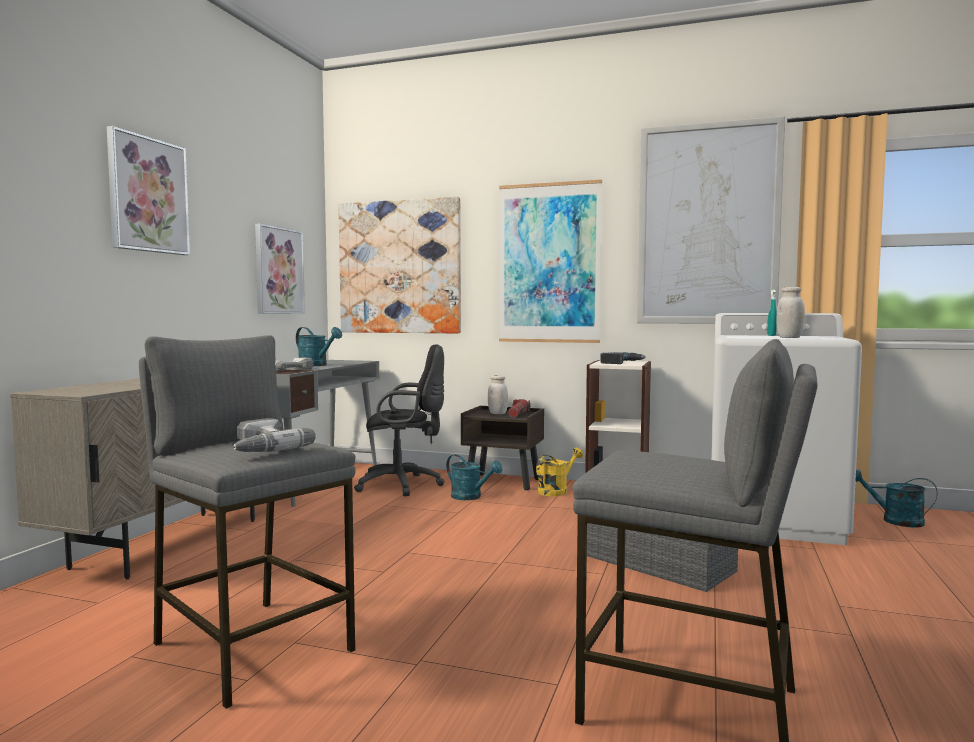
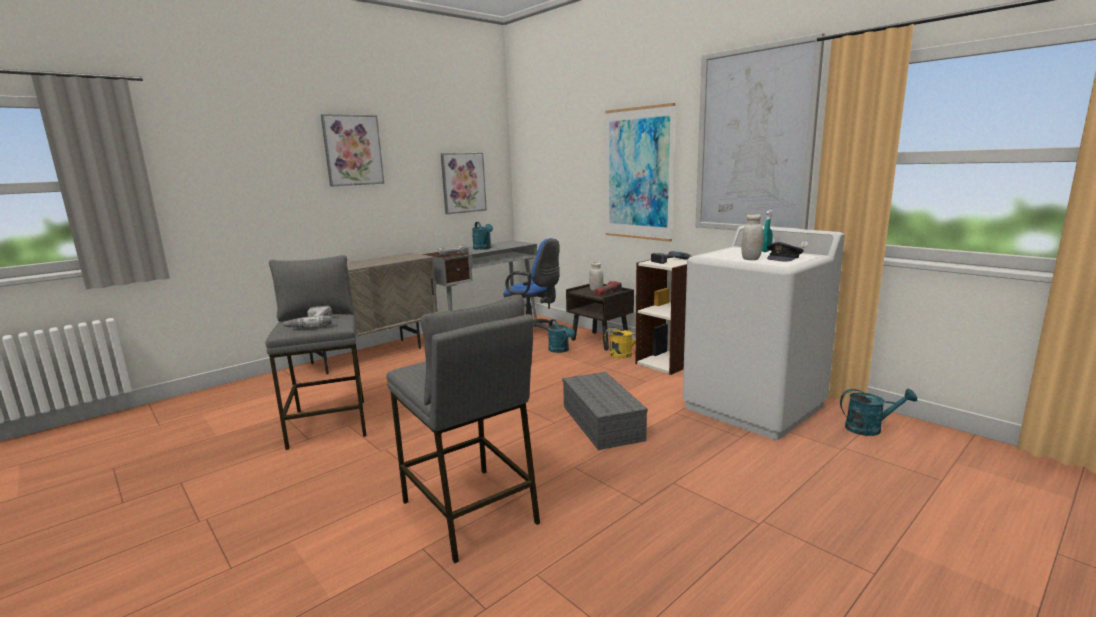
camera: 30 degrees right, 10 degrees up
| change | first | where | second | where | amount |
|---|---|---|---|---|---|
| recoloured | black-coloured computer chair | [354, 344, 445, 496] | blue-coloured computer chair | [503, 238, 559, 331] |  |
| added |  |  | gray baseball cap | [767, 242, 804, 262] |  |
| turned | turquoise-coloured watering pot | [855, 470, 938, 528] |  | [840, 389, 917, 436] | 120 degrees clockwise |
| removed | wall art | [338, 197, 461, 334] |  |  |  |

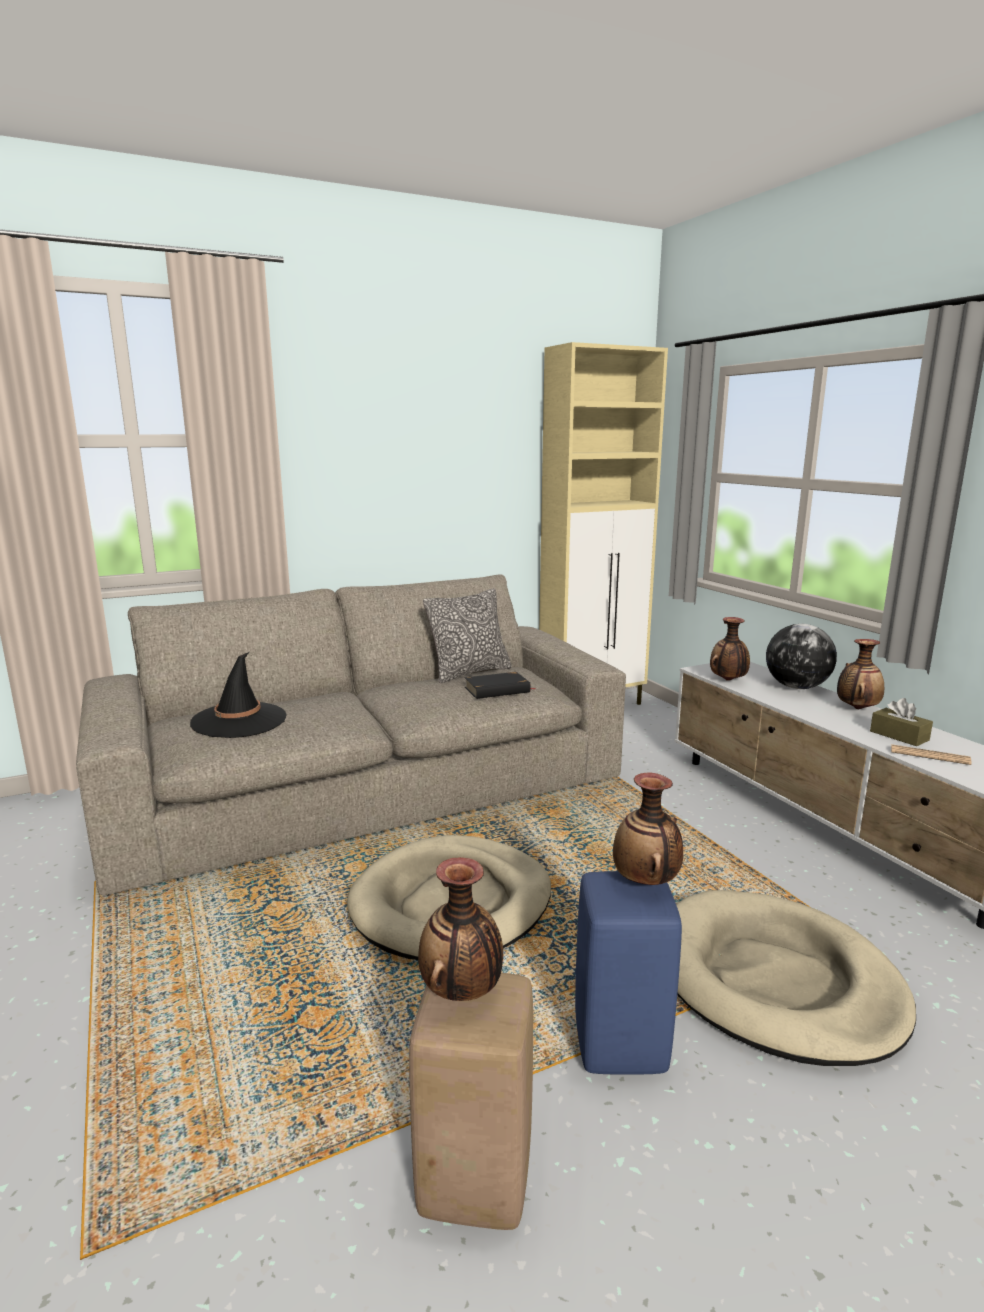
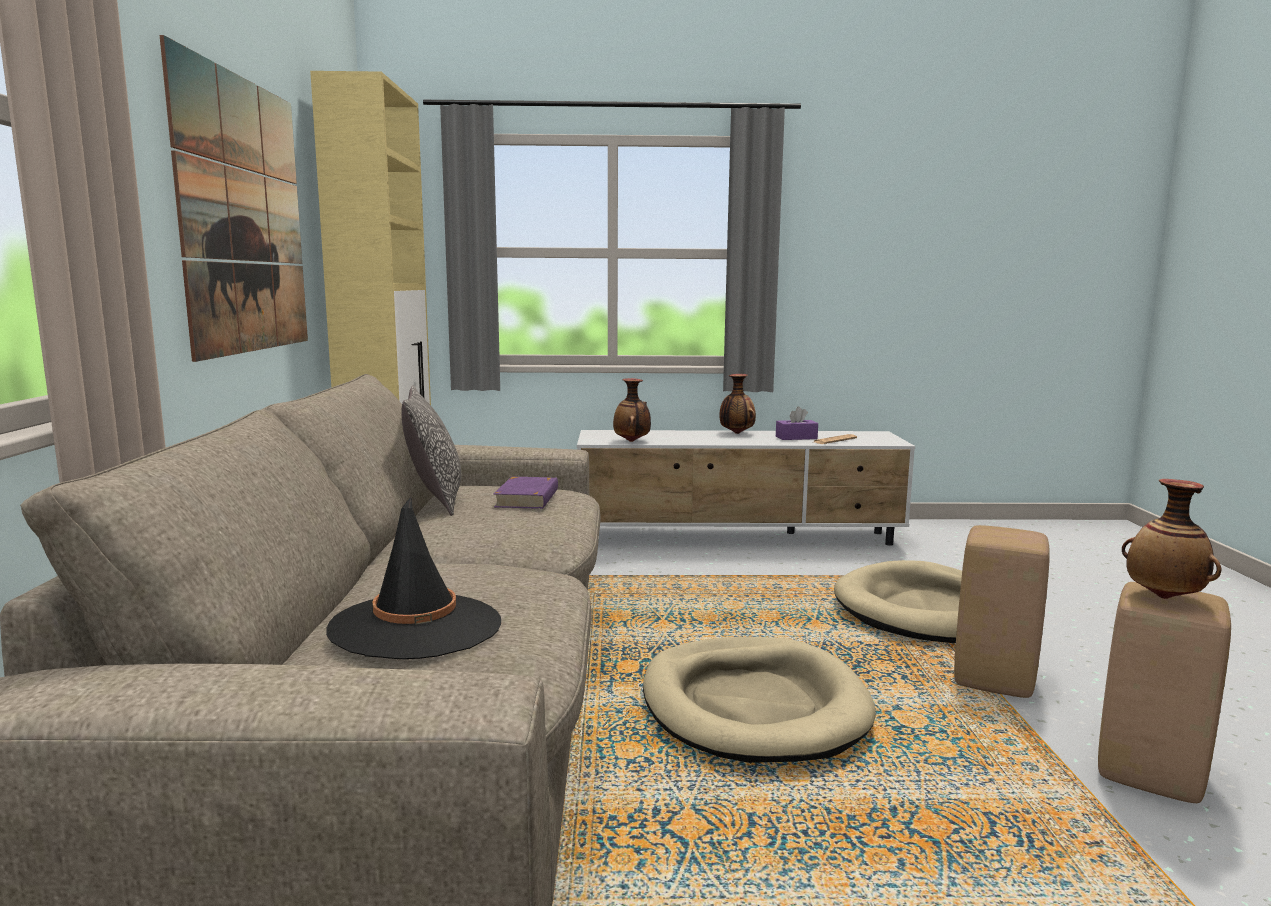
camera: 65 degrees left, 5 degrees down
| change | first | where | second | where | amount |
|---|---|---|---|---|---|
| added |  |  | wall art | [159, 35, 308, 362] |  |
| recoloured | black-coloured bound book | [465, 672, 536, 699] | purple bound book | [494, 477, 558, 509] |  |
| recoloured | brown box of tissues | [870, 698, 933, 746] | purple box of tissues | [776, 406, 818, 440] |  |
| recoloured | blue-coloured sitting stool | [575, 871, 682, 1075] | beige-coloured sitting stool | [954, 525, 1050, 698] |  |
| removed | vase | [613, 773, 683, 885] |  |  |  |
| removed | globe | [766, 624, 837, 689] |  |  |  |

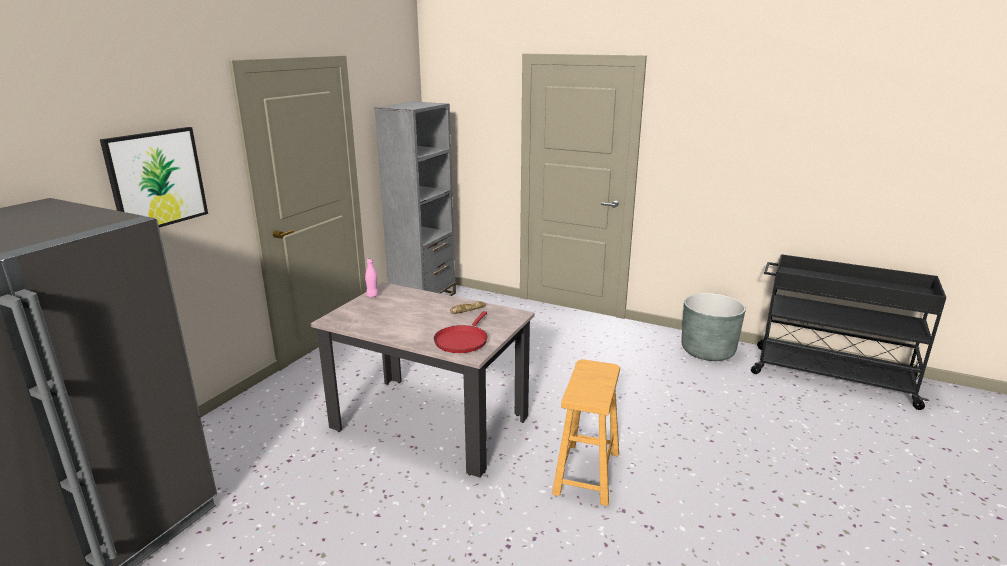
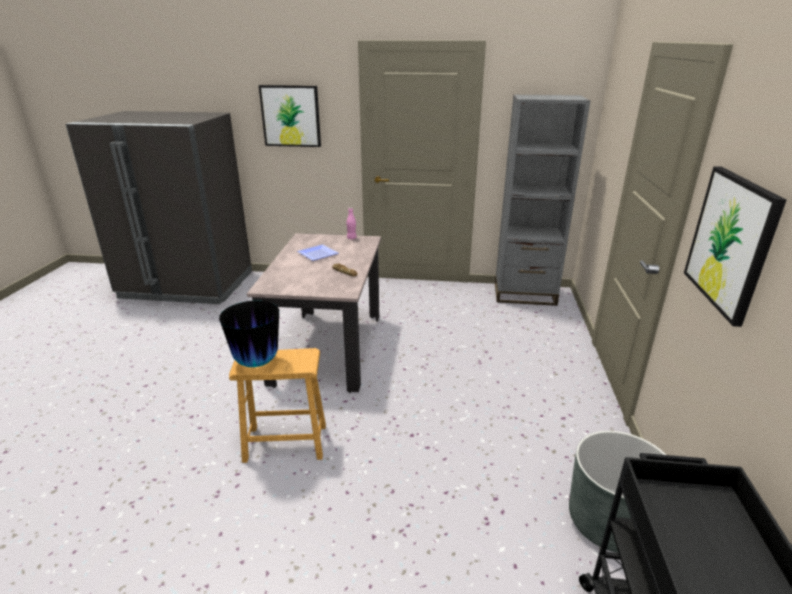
camera: 70 degrees right, 5 degrees up
| change | first | where | second | where | amount |
|---|---|---|---|---|---|
| added |  |  | vase | [219, 301, 279, 367] |  |
| added |  |  | dinner plate | [297, 244, 339, 261] |  |
| added |  |  | wall art | [684, 166, 787, 327] |  |
| removed | red skillet | [434, 311, 487, 353] |  |  |  |

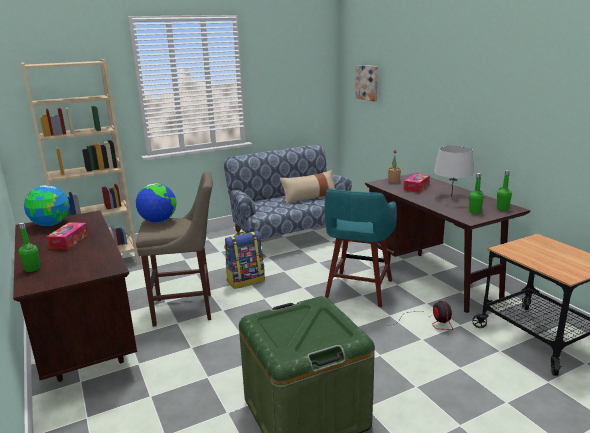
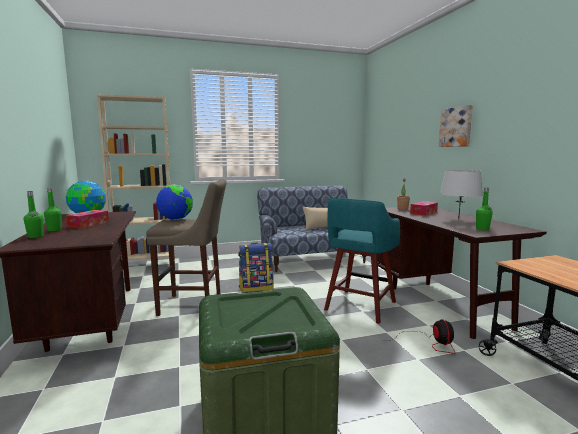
camera: 10 degrees right, 10 degrees down
| change | first | where | second | where | amount |
|---|---|---|---|---|---|
| moved | green-coloured drink bottle | [497, 170, 512, 211] |  | [44, 188, 62, 231] |  |
| moved | wall art | [355, 65, 378, 101] |  | [439, 105, 473, 147] |  |

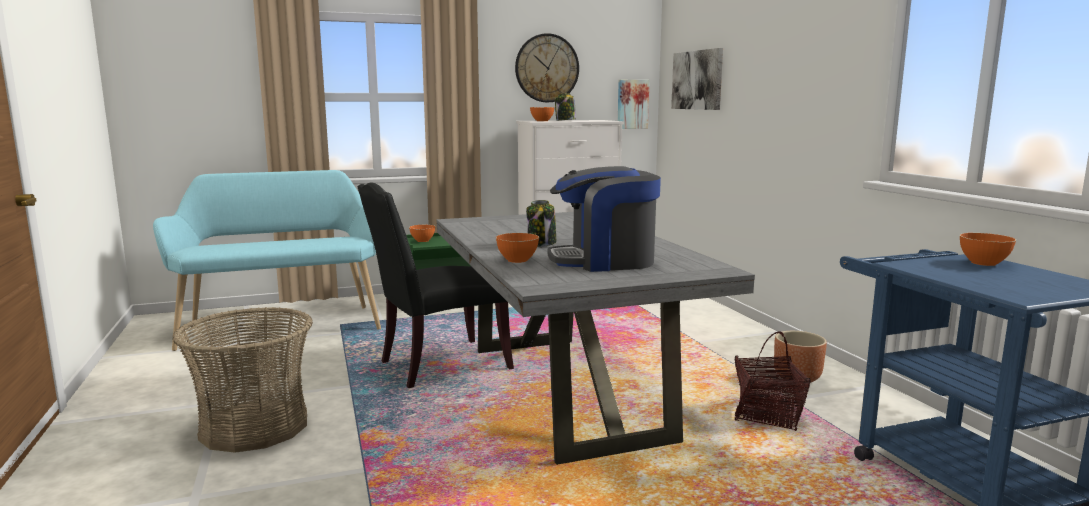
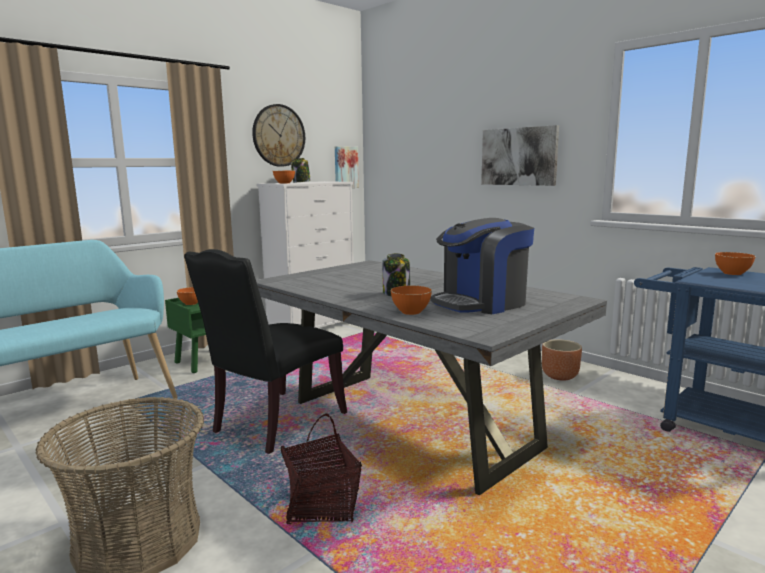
camera: 25 degrees left, 0 degrees up
| change | first | where | second | where | amount |
|---|---|---|---|---|---|
| moved | basket | [735, 331, 811, 431] |  | [281, 414, 362, 525] |  |
| moved | wall art | [671, 48, 723, 110] |  | [481, 125, 559, 186] |  |

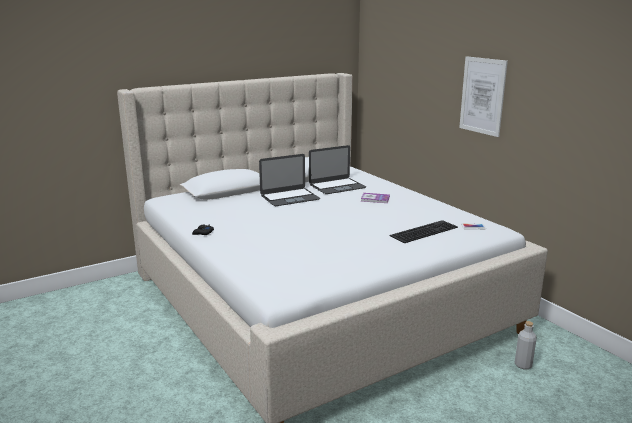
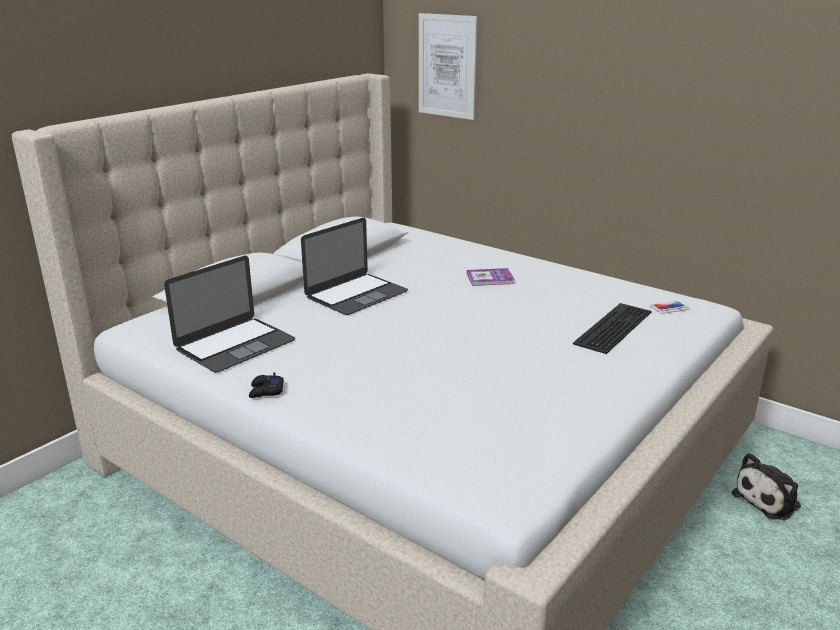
camera: 20 degrees left, 5 degrees up
| change | first | where | second | where | amount |
|---|---|---|---|---|---|
| moved | laptop | [309, 145, 366, 194] |  | [164, 256, 295, 373] |  |
| moved | wall art | [459, 56, 508, 137] |  | [419, 13, 478, 120] |  |
| replaced | gray drink bottle | [515, 321, 537, 370] | soft toy | [731, 453, 801, 520] |  |

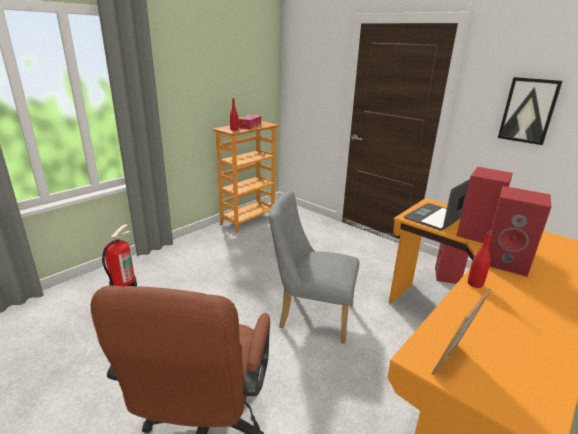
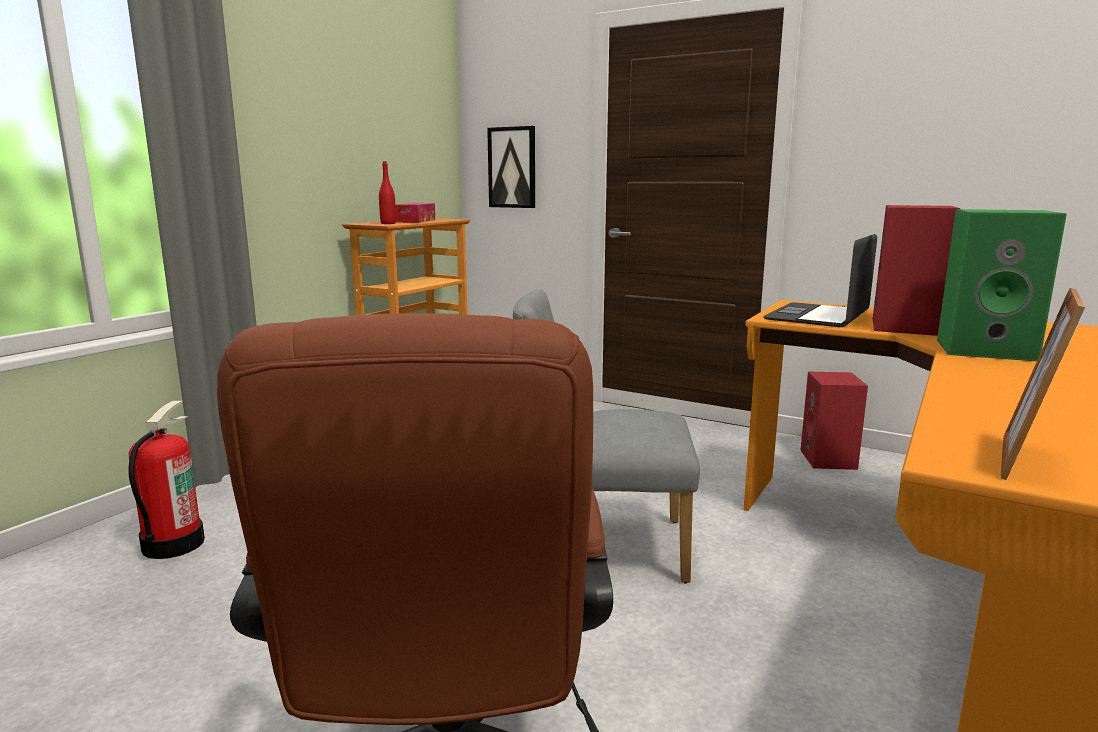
camera: 10 degrees left, 10 degrees down
| change | first | where | second | where | amount |
|---|---|---|---|---|---|
| moved | wall art | [498, 77, 563, 145] |  | [487, 126, 535, 208] |  |
| recoloured | red loudspeaker | [489, 186, 552, 277] | green-coloured loudspeaker | [937, 209, 1067, 361] |  |
| removed | red drink bottle | [468, 230, 492, 288] |  |  |  |

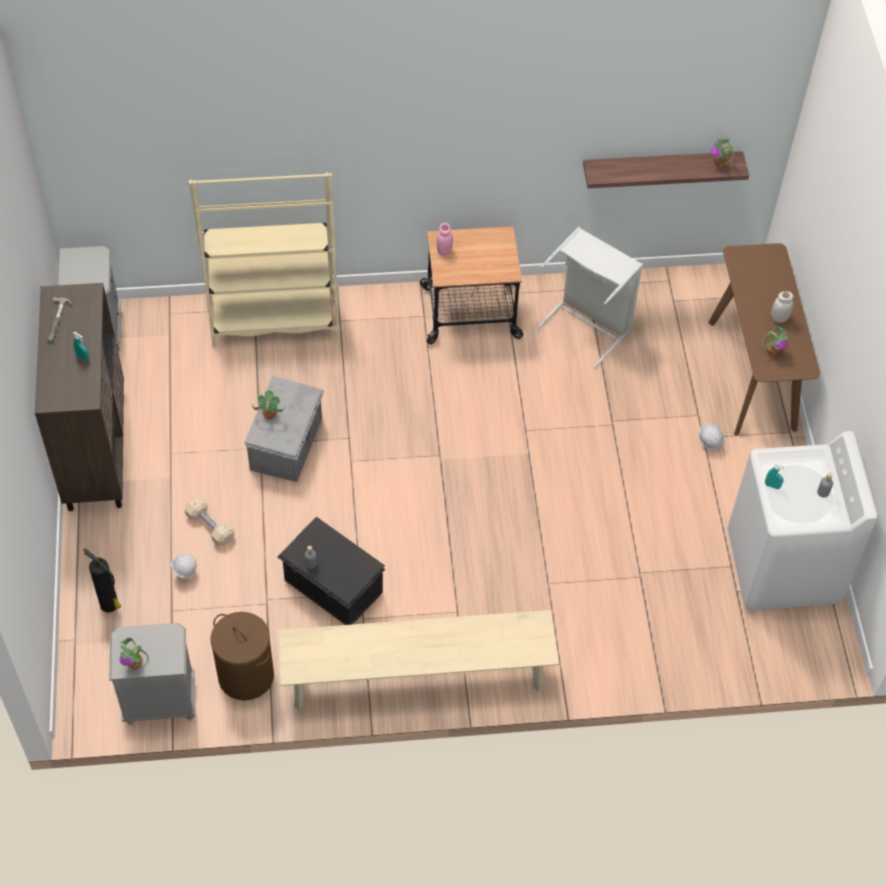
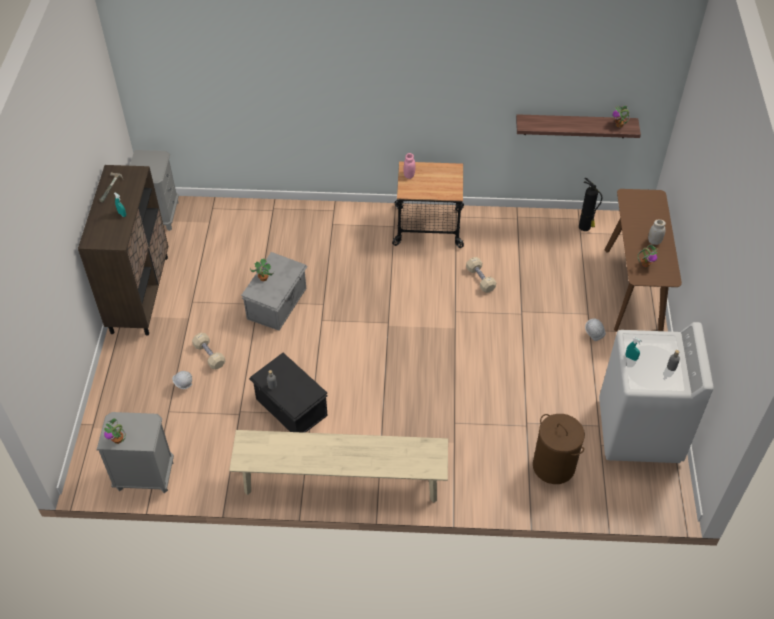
camera: 10 degrees right, 5 degrees down
| change | first | where | second | where | amount |
|---|---|---|---|---|---|
| added |  |  | beige-coloured hand weight | [466, 257, 496, 293] |  |
| moved | brown hamper | [211, 612, 274, 701] |  | [533, 414, 585, 484] |  |
| moved | extinguisher | [83, 548, 121, 612] |  | [579, 178, 602, 231] |  |
| removed | beige-coloured shelving unit | [189, 173, 340, 348] |  |  |  |
| removed | gray hamper | [534, 227, 643, 368] |  |  |  |

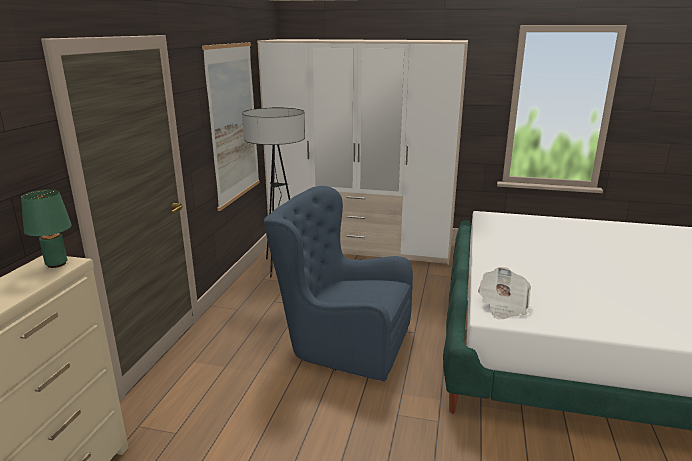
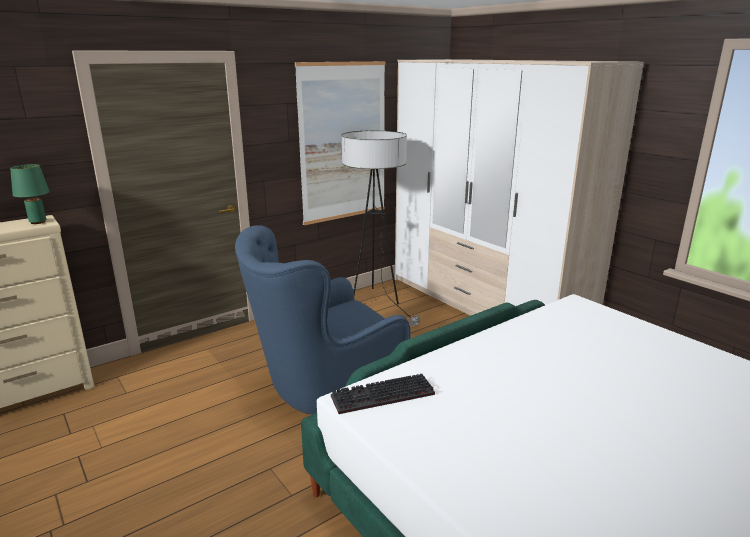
camera: 40 degrees right, 0 degrees up
| change | first | where | second | where | amount |
|---|---|---|---|---|---|
| turned | blue-coloured armchair | [264, 186, 413, 381] |  | [235, 225, 410, 414] | 90 degrees counterclockwise |
| replaced | printed paper | [478, 267, 531, 319] | computer keyboard | [331, 374, 435, 414] |  |

